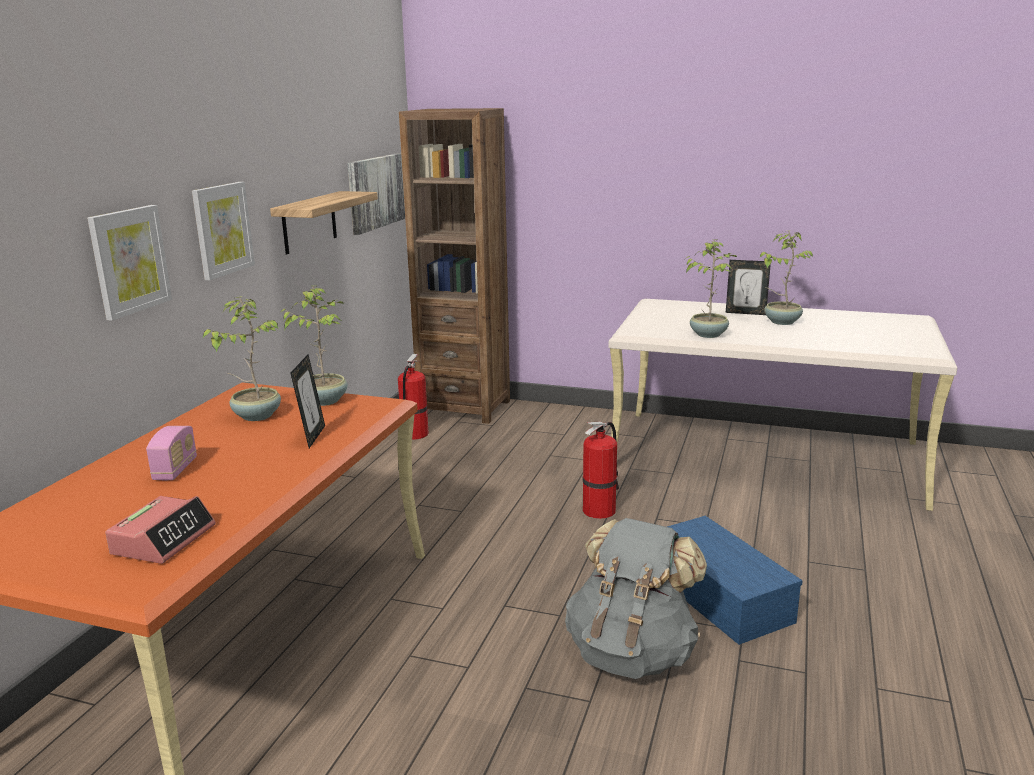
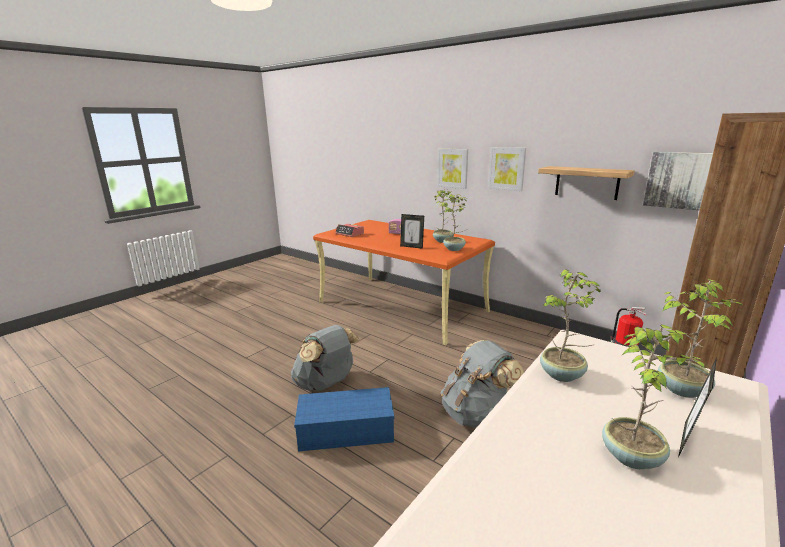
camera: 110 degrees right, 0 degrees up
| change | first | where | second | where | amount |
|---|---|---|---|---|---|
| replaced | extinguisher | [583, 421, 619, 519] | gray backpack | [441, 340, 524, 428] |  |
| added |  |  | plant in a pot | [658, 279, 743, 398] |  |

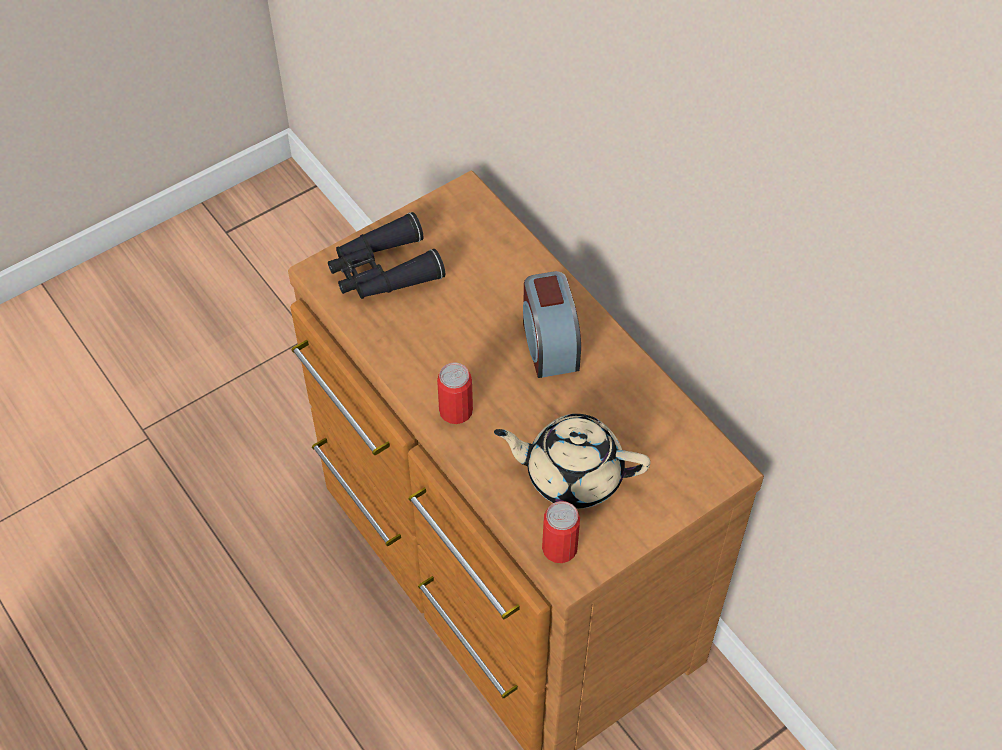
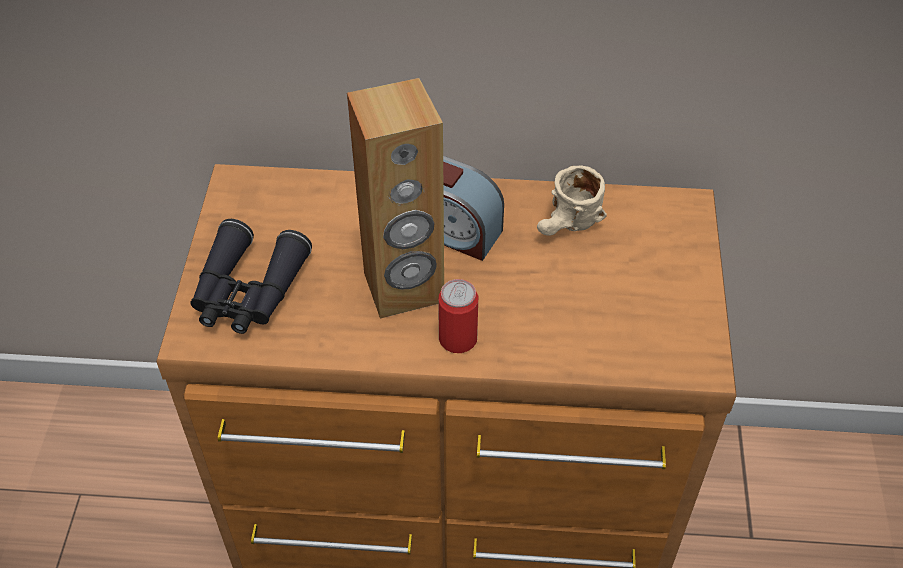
camera: 50 degrees left, 5 degrees down
| change | first | where | second | where | amount |
|---|---|---|---|---|---|
| added |  |  | brown loudspeaker | [347, 78, 444, 319] |  |
| added |  |  | beige-coloured tea mug | [537, 165, 607, 236] |  |
| removed | beige-coloured tea pot | [494, 414, 651, 509] |  |  |  |
| removed | can | [542, 501, 580, 563] |  |  |  |

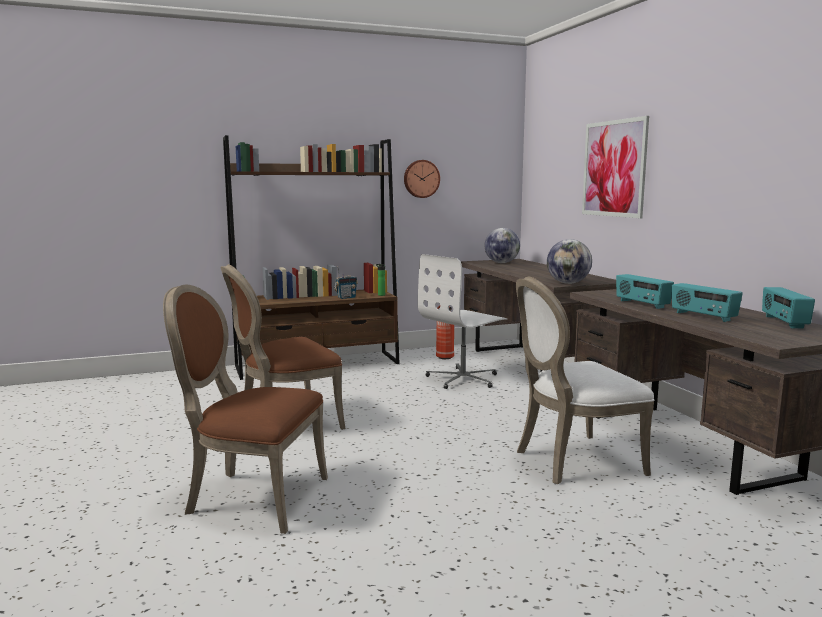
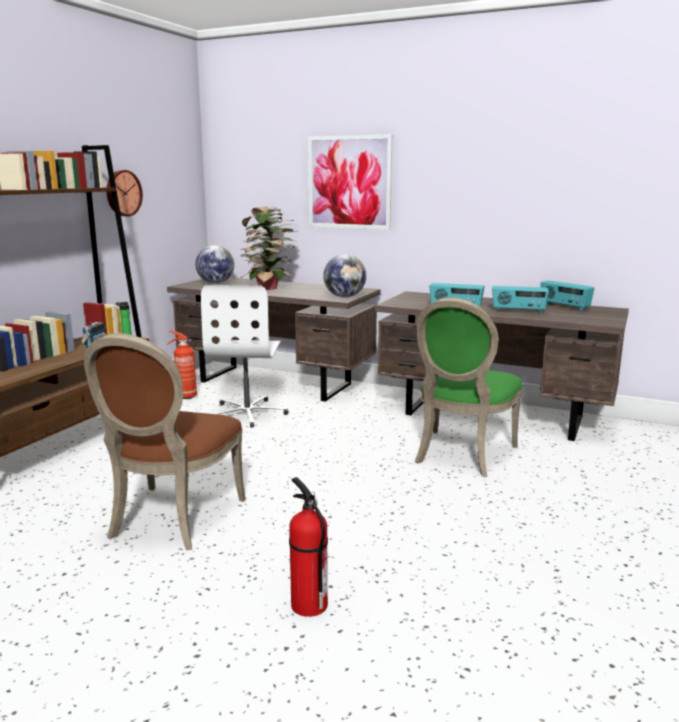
camera: 45 degrees left, 5 degrees up
| change | first | where | second | where | amount |
|---|---|---|---|---|---|
| added |  |  | plant in a pot | [240, 207, 299, 290] |  |
| replaced | brown plain chair | [163, 285, 328, 534] | extinguisher | [289, 478, 328, 617] |  |
| recoloured | white plain chair | [516, 277, 654, 484] | green-coloured plain chair | [415, 297, 523, 477] |  |

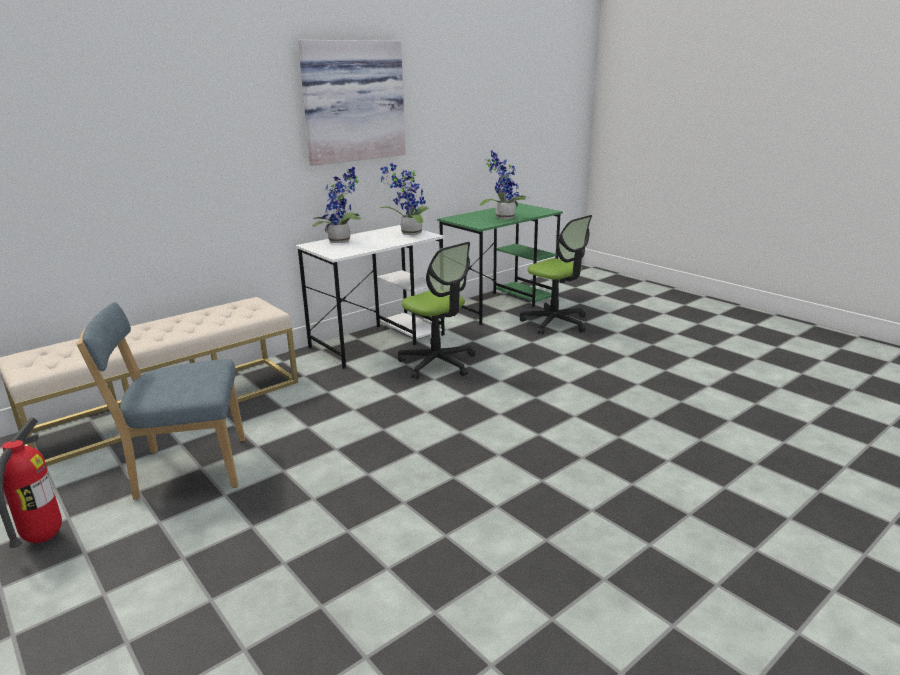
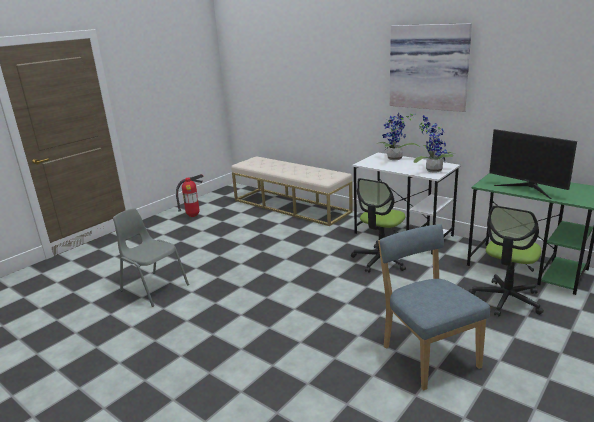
camera: 80 degrees right, 0 degrees up
| change | first | where | second | where | amount |
|---|---|---|---|---|---|
| added |  |  | gray plain chair | [113, 208, 189, 307] |  |
| moved | blue-coloured plain chair | [76, 302, 245, 500] |  | [378, 224, 490, 390] |  |
| replaced | plant in a pot | [479, 150, 531, 219] | monitor | [489, 129, 577, 199] |  |

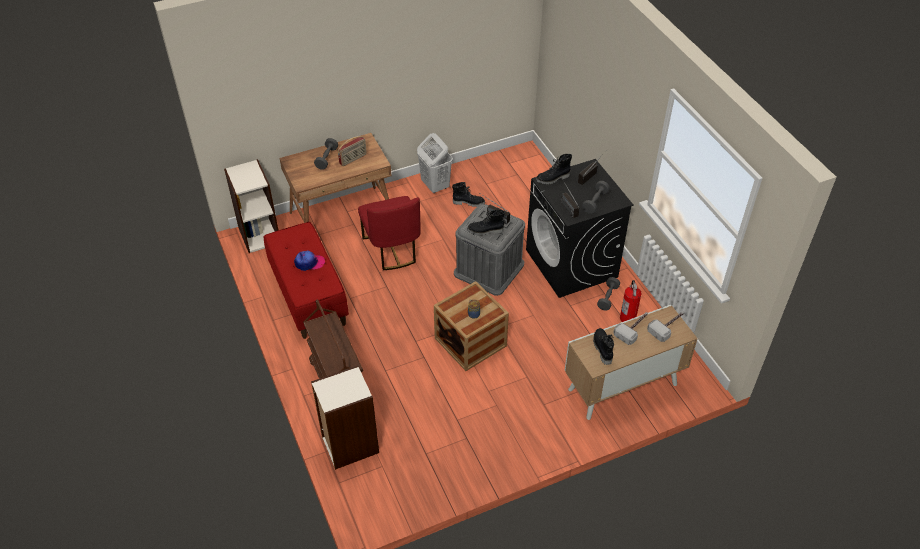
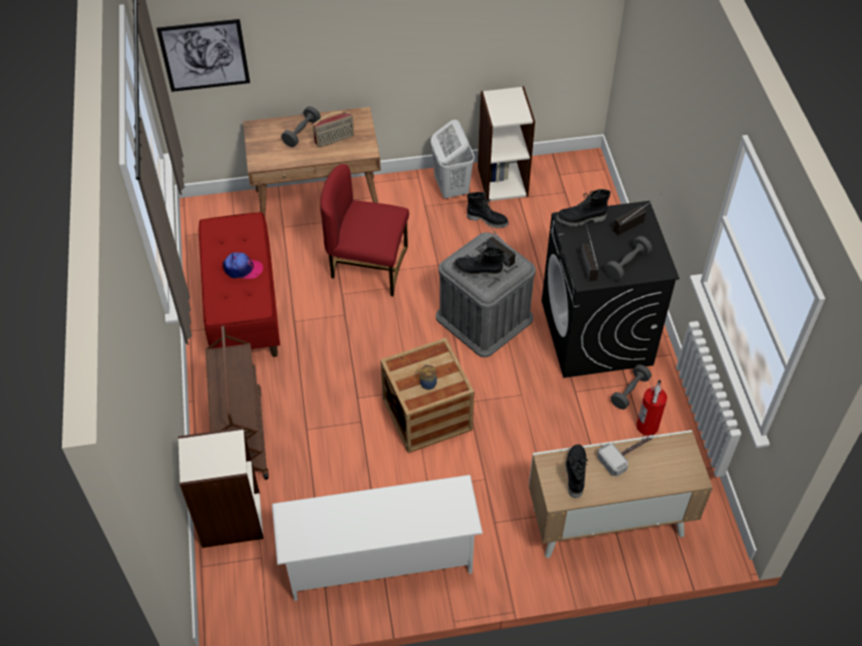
camera: 15 degrees right, 5 degrees up
| change | first | where | second | where | amount |
|---|---|---|---|---|---|
| added |  |  | wall art | [156, 19, 250, 92] |  |
| added |  |  | white shoe stand | [272, 475, 483, 601] |  |
| turned | red plain chair | [358, 196, 421, 270] |  | [320, 164, 409, 296] | 105 degrees clockwise |
| moved | shelving unit | [224, 159, 278, 253] |  | [478, 86, 535, 202] |  |
| removed | hand hammer | [647, 311, 684, 342] |  |  |  |

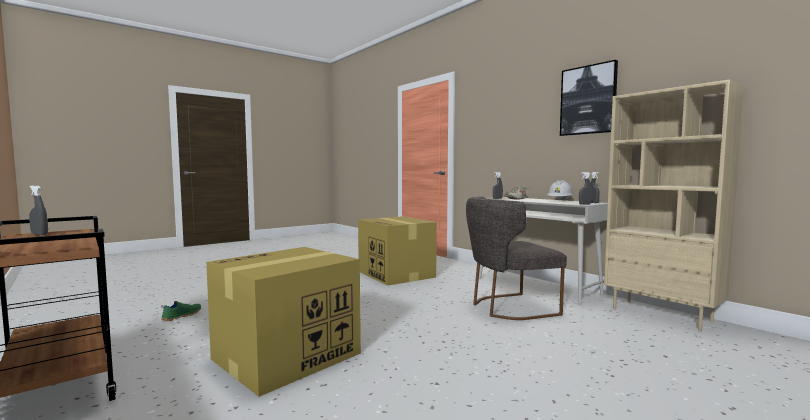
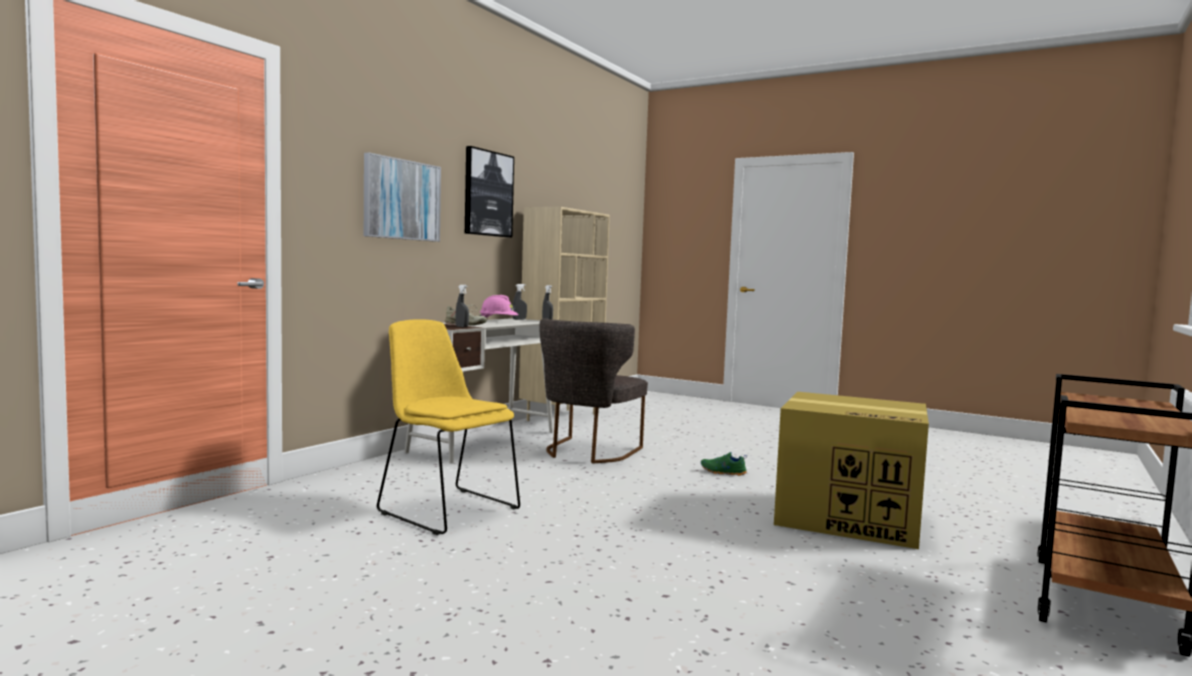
camera: 110 degrees left, 0 degrees up
| change | first | where | second | where | amount |
|---|---|---|---|---|---|
| added |  |  | wall art | [364, 152, 441, 242] |  |
| replaced | cardboard box | [358, 216, 437, 286] | yellow-coloured plain chair | [377, 319, 520, 535] |  |
| recoloured | white safety helmet | [547, 181, 573, 200] | pink-coloured safety helmet | [479, 295, 519, 318] |  |
| turned | gray plain chair | [466, 197, 567, 320] |  | [539, 318, 648, 464] | 60 degrees clockwise |
| moved | green-coloured low shoe | [161, 301, 201, 321] |  | [701, 452, 747, 476] |  |
| removed | gray hand sprayer | [29, 185, 48, 235] |  |  |  |

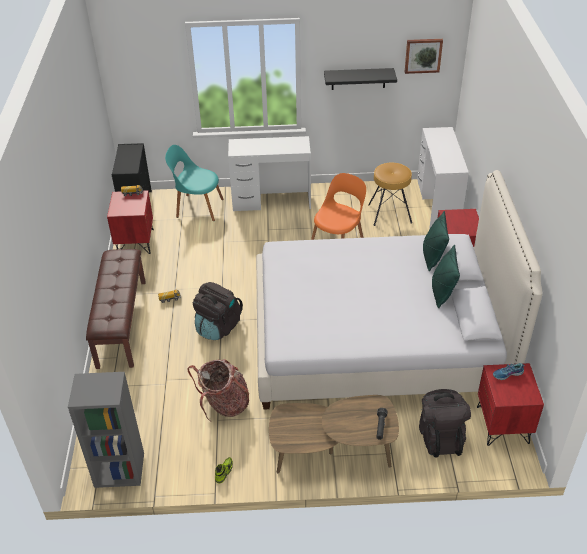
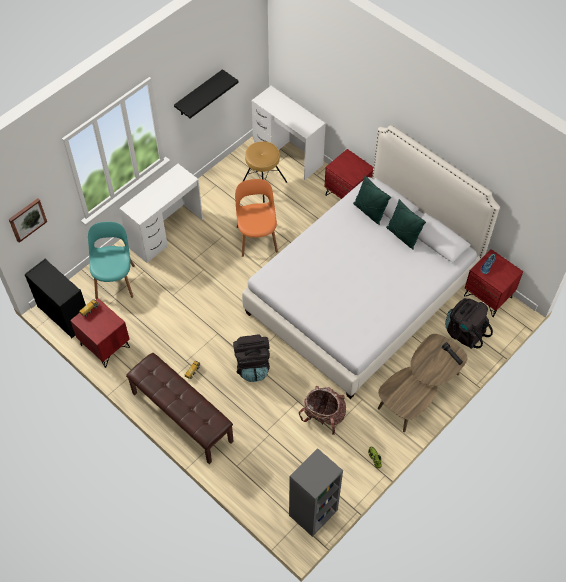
camera: 45 degrees left, 15 degrees up
| change | first | where | second | where | amount |
|---|---|---|---|---|---|
| moved | wall art | [405, 39, 443, 74] |  | [9, 198, 47, 243] |  |
| turned | turquoise-coloured plain chair | [165, 145, 224, 221] |  | [88, 222, 135, 299] | 120 degrees clockwise |

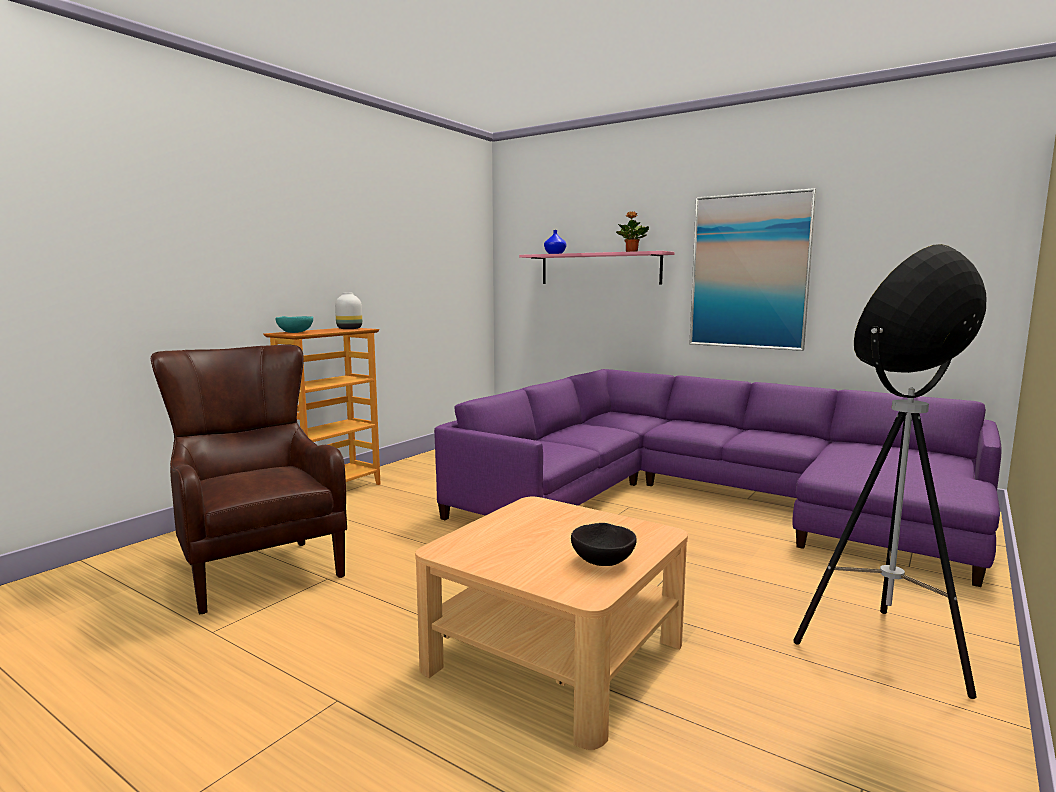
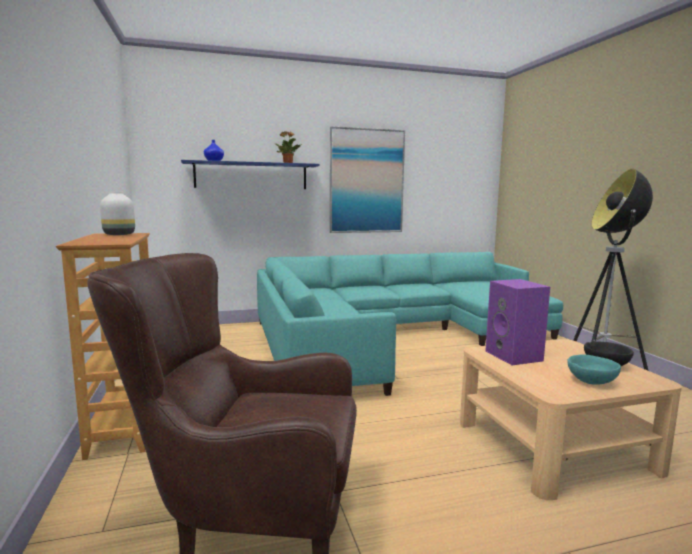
camera: 50 degrees left, 0 degrees up
| change | first | where | second | where | amount |
|---|---|---|---|---|---|
| recoloured | pink-coloured wall shelf | [519, 251, 675, 284] | blue-coloured wall shelf | [181, 160, 320, 189] |  |
| recoloured | purple couch | [434, 369, 1001, 587] | turquoise-coloured couch | [257, 252, 563, 396] |  |
| added |  |  | purple loudspeaker | [485, 279, 550, 365] |  |
| moved | turquoise-coloured serving bowl | [276, 316, 313, 333] |  | [567, 355, 621, 385] |  |

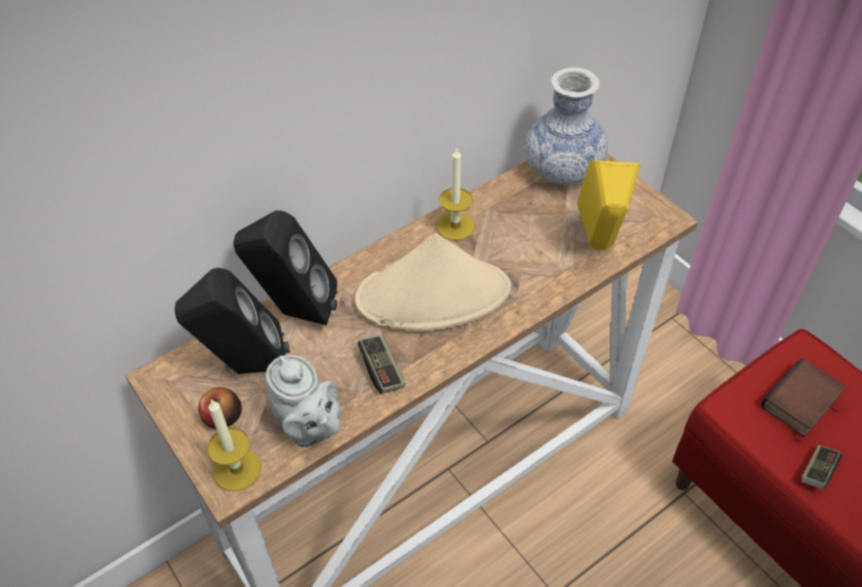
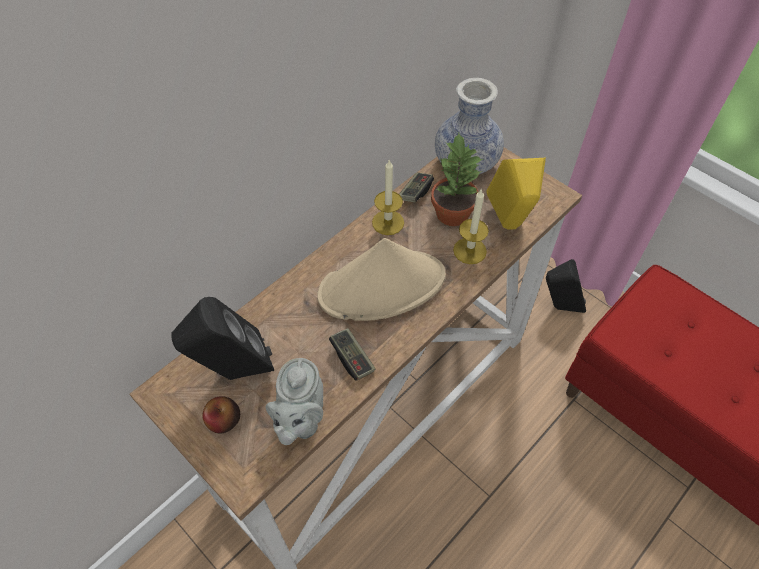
camera: 10 degrees left, 5 degrees up
| change | first | where | second | where | amount |
|---|---|---|---|---|---|
| turned | gray tea pot | [265, 355, 341, 448] |  | [266, 358, 323, 445] | 60 degrees clockwise |
| moved | game controller | [801, 445, 842, 490] |  | [399, 173, 434, 202] |  |
| added |  |  | plant in a pot | [431, 133, 483, 226] |  |
| moved | candle | [207, 399, 261, 491] |  | [453, 189, 489, 264] |  |
| moved | black-coloured loudspeaker | [233, 210, 338, 326] |  | [546, 259, 586, 313] |  |
| removed | bound book | [761, 358, 846, 437] |  |  |  |

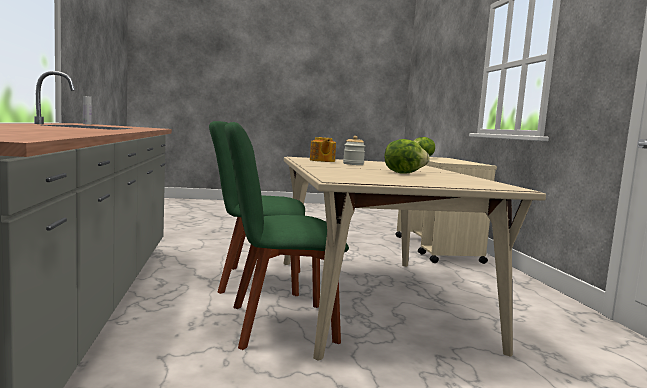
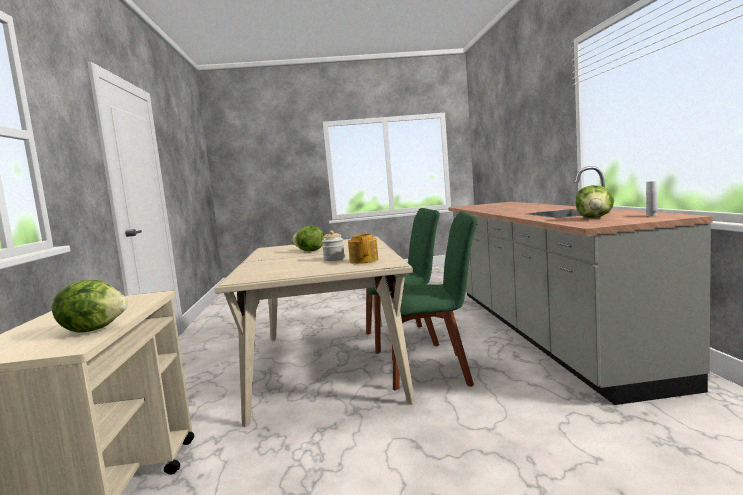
camera: 175 degrees left, 0 degrees up
| change | first | where | second | where | amount |
|---|---|---|---|---|---|
| added |  |  | head of lettuce | [576, 185, 614, 218] |  |

